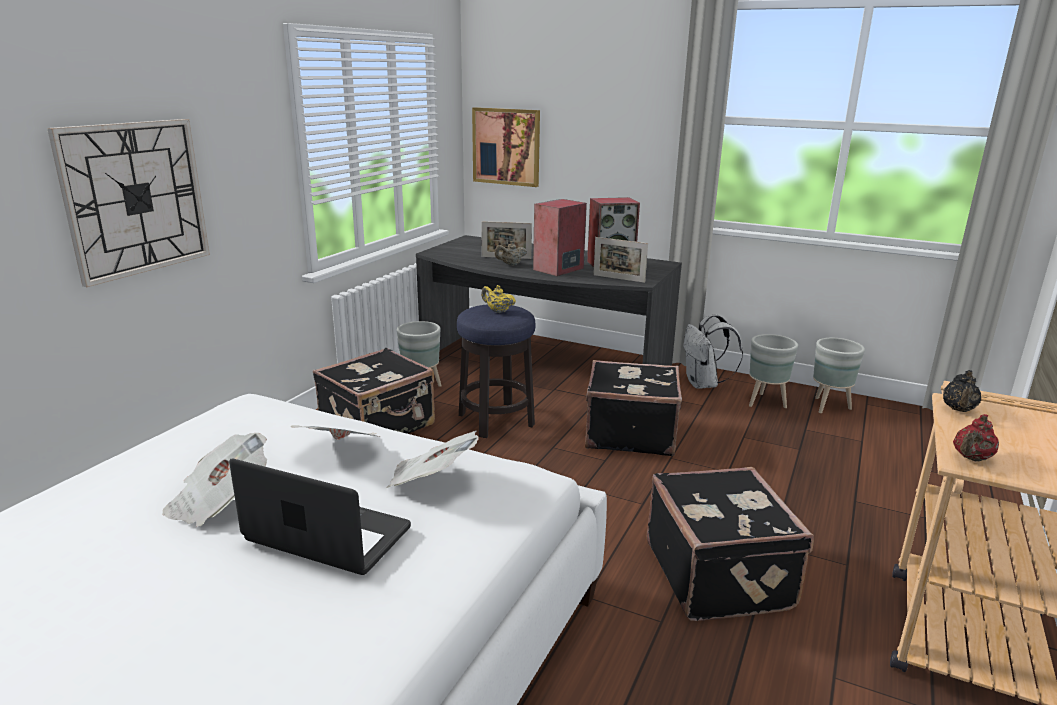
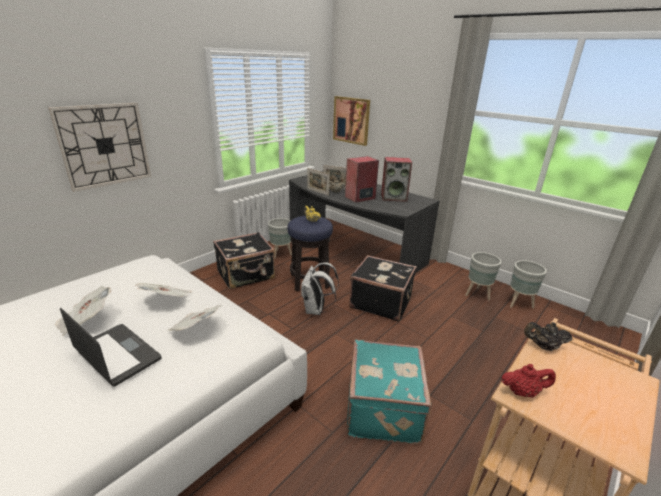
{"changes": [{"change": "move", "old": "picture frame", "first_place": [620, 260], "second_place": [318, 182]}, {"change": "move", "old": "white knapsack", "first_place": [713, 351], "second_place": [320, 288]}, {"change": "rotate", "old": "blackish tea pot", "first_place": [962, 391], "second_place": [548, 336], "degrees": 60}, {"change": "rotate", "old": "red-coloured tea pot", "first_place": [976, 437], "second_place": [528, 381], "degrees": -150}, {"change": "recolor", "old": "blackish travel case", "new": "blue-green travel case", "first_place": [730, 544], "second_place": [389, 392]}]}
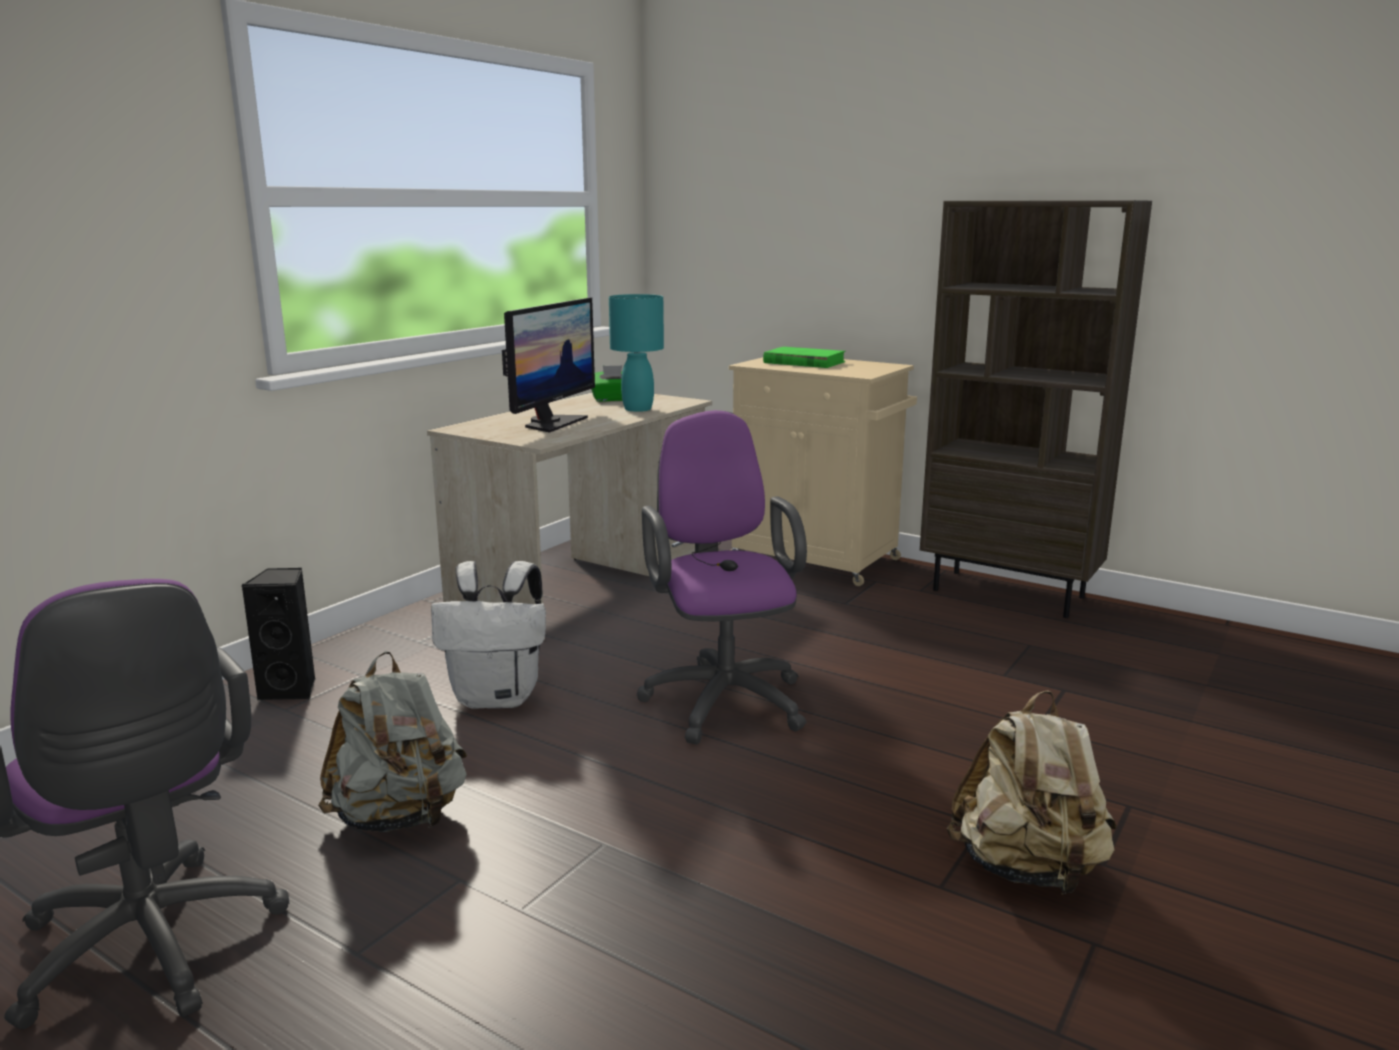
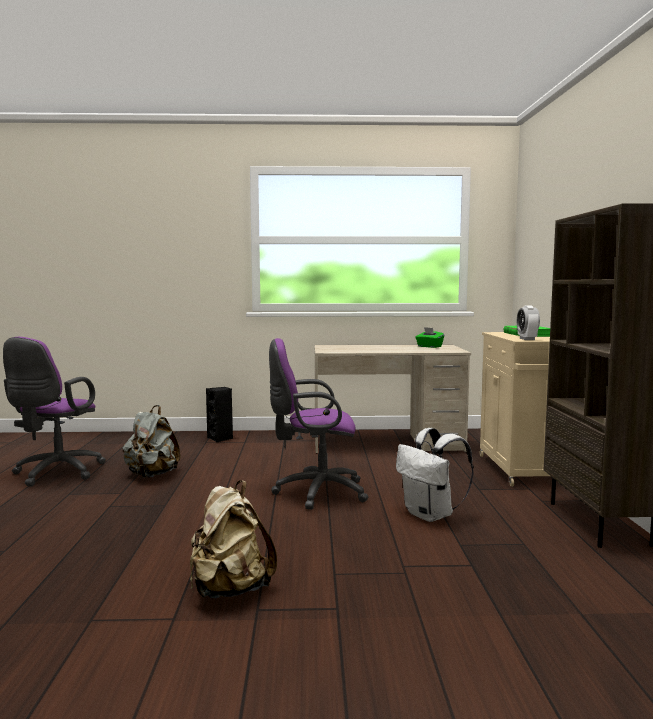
{"changes": [{"change": "delete", "old": "blue-green tabletop lamp", "first_place": [636, 353]}, {"change": "delete", "old": "computer screen", "first_place": [548, 365]}, {"change": "rotate", "old": "purple office chair", "first_place": [722, 577], "second_place": [318, 424], "degrees": -135}, {"change": "move", "old": "white knapsack", "first_place": [488, 634], "second_place": [435, 475]}, {"change": "insert", "new": "alarm clock", "second_place": [528, 322]}]}
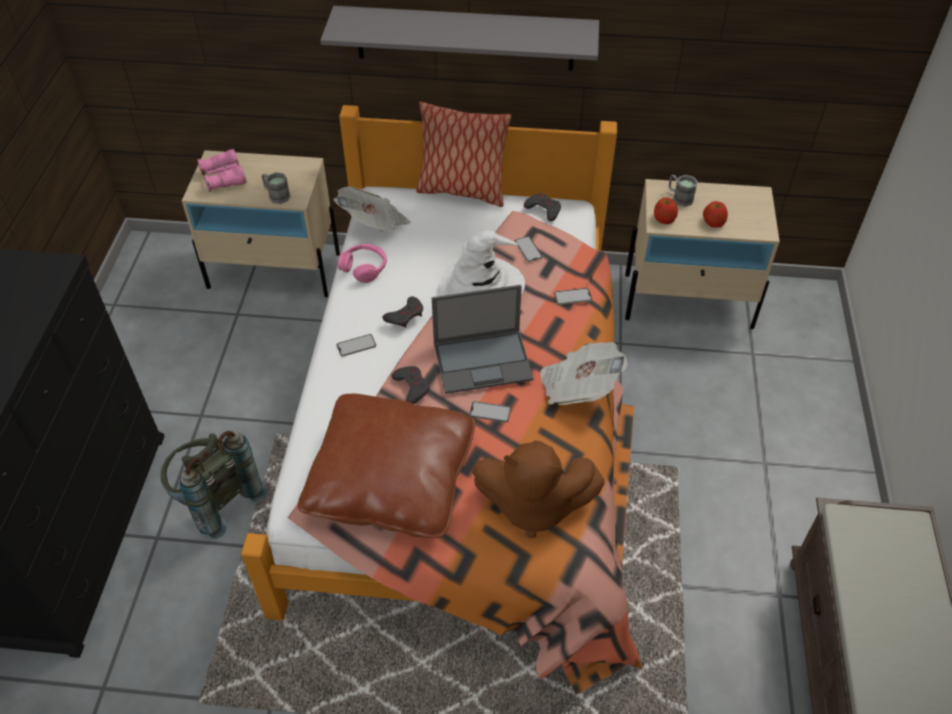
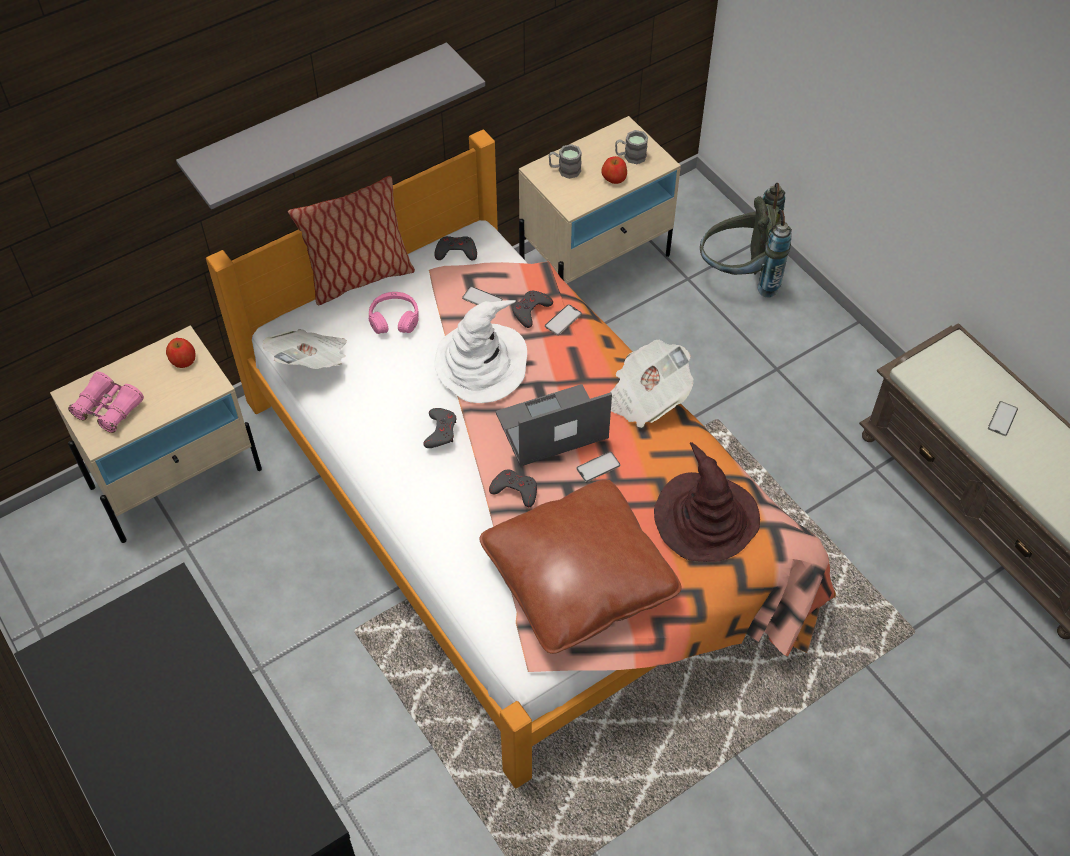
{"changes": [{"change": "move", "old": "gray mug", "first_place": [276, 188], "second_place": [631, 147]}, {"change": "move", "old": "apple fruit", "first_place": [666, 210], "second_place": [180, 353]}, {"change": "move", "old": "pink-coloured headset", "first_place": [362, 263], "second_place": [394, 313]}, {"change": "rotate", "old": "notebook computer", "first_place": [483, 339], "second_place": [553, 425], "degrees": -150}, {"change": "move", "old": "phone", "first_place": [356, 345], "second_place": [1003, 418]}, {"change": "move", "old": "gray knapsack", "first_place": [214, 485], "second_place": [746, 240]}, {"change": "replace", "old": "brown cuddly toy", "new": "brown clothing hat", "first_place": [538, 489], "second_place": [707, 502]}, {"change": "insert", "new": "gray joypad", "second_place": [532, 309]}]}
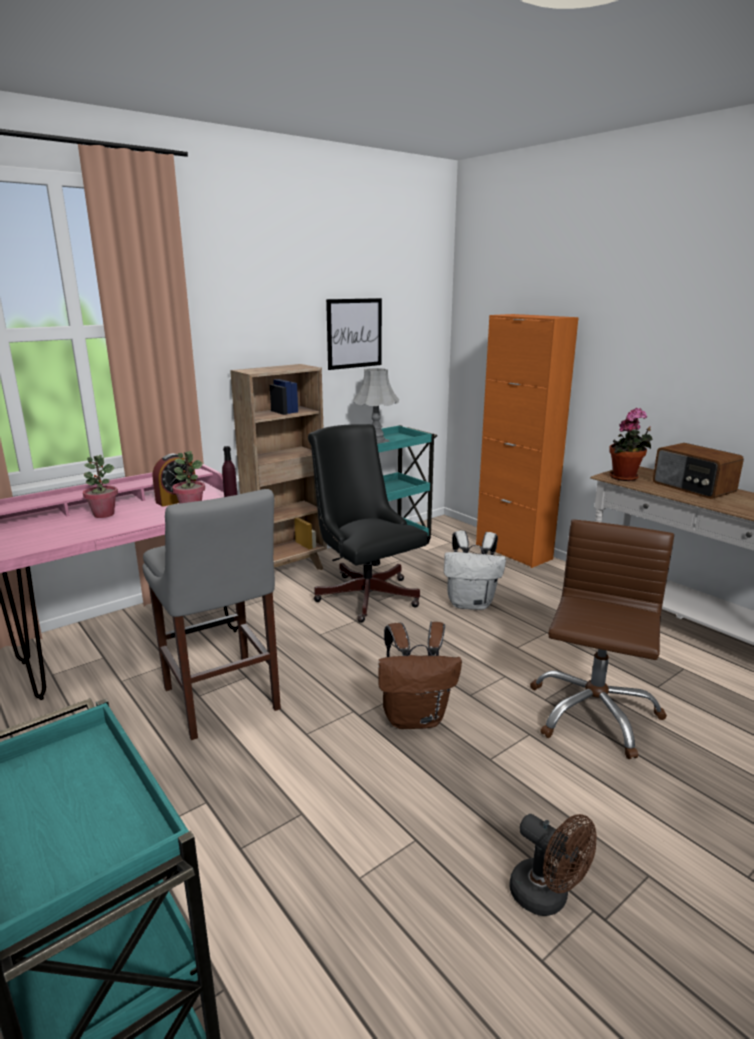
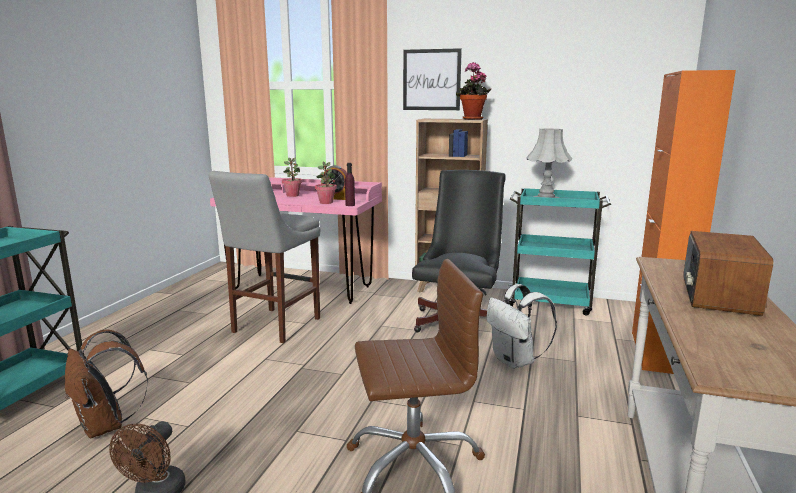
{"changes": [{"change": "move", "old": "wall art", "first_place": [354, 334], "second_place": [432, 79]}, {"change": "move", "old": "houseplant", "first_place": [631, 444], "second_place": [473, 91]}, {"change": "move", "old": "brown knapsack", "first_place": [420, 675], "second_place": [106, 384]}]}
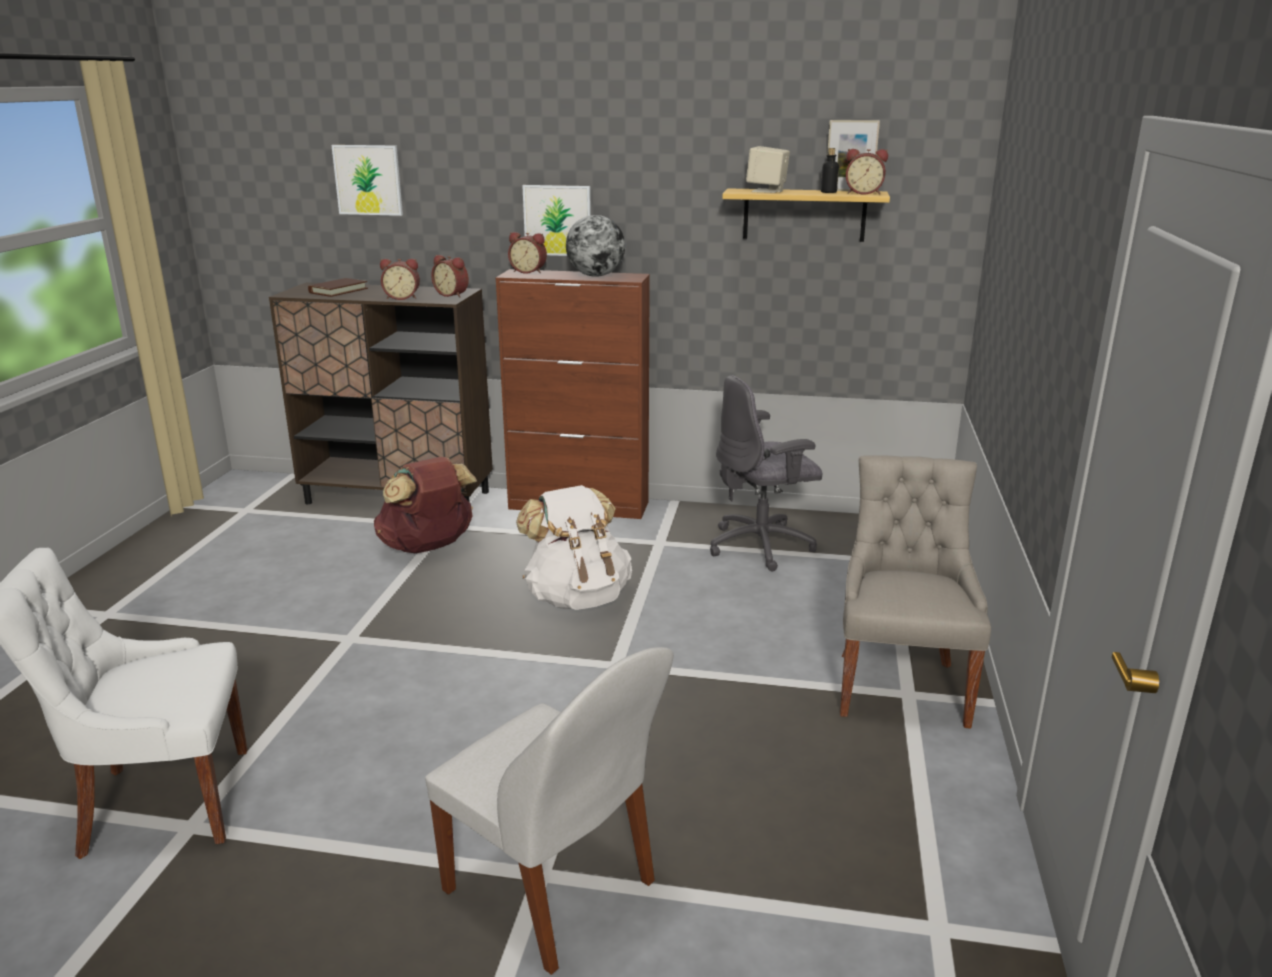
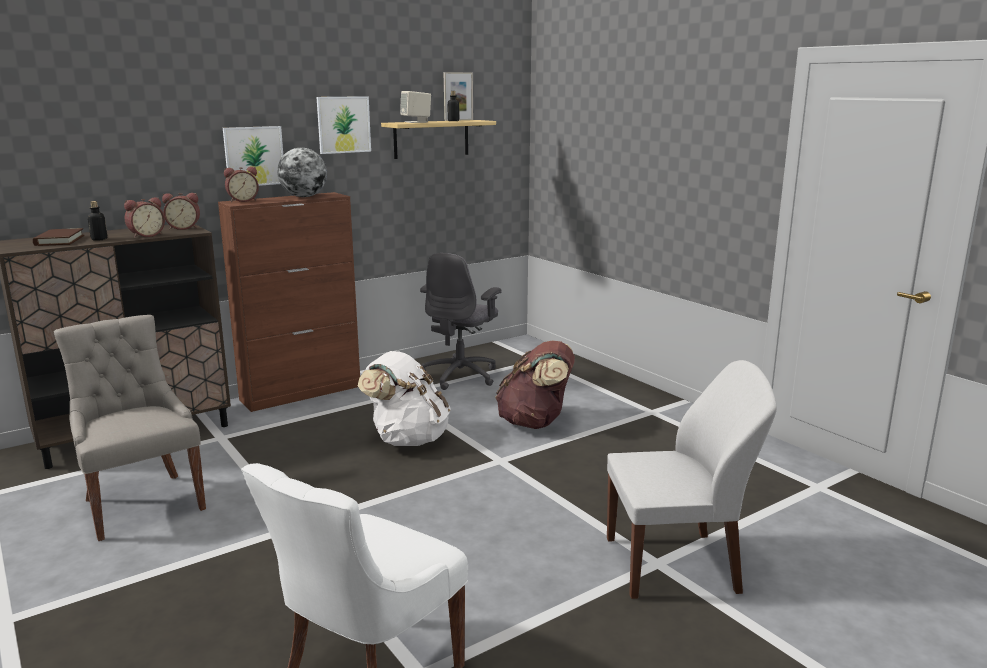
{"changes": [{"change": "move", "old": "wall art", "first_place": [367, 180], "second_place": [344, 125]}, {"change": "delete", "old": "alarm clock", "first_place": [867, 172]}, {"change": "move", "old": "gray plain chair", "first_place": [915, 591], "second_place": [129, 428]}, {"change": "move", "old": "brown knapsack", "first_place": [426, 505], "second_place": [535, 385]}, {"change": "insert", "new": "bottle", "second_place": [98, 221]}]}
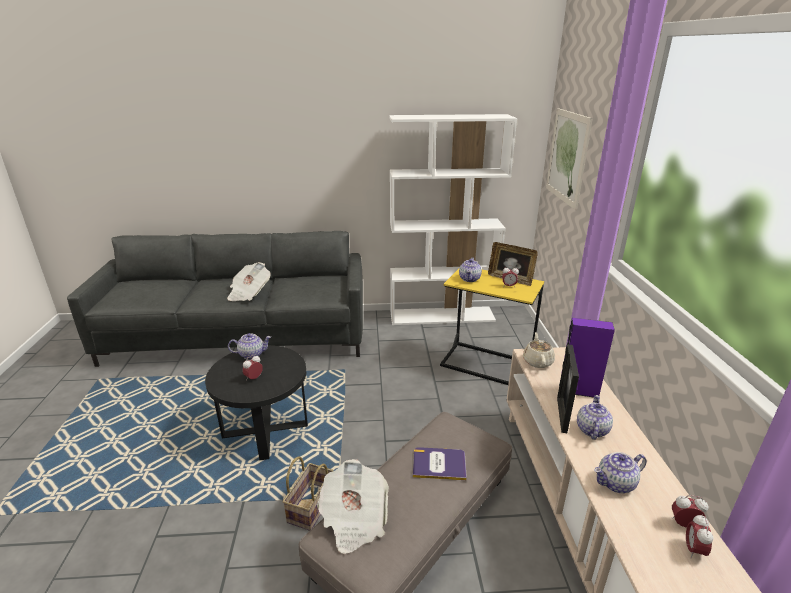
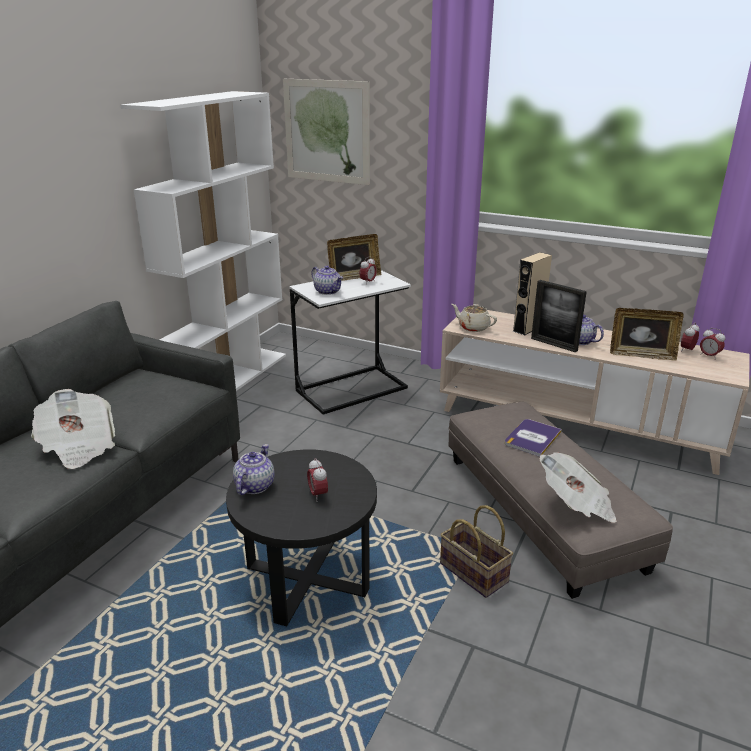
{"changes": [{"change": "recolor", "old": "yellow-coloured end table", "new": "white end table", "first_place": [492, 327], "second_place": [350, 342]}, {"change": "recolor", "old": "purple loudspeaker", "new": "beige loudspeaker", "first_place": [587, 358], "second_place": [532, 293]}, {"change": "replace", "old": "tea pot", "new": "picture frame", "first_place": [620, 472], "second_place": [647, 334]}]}
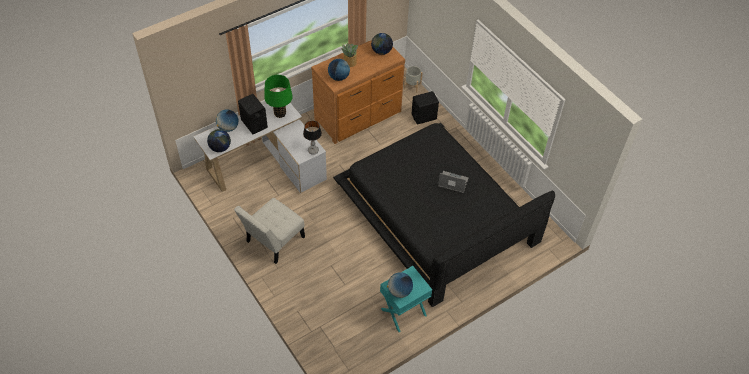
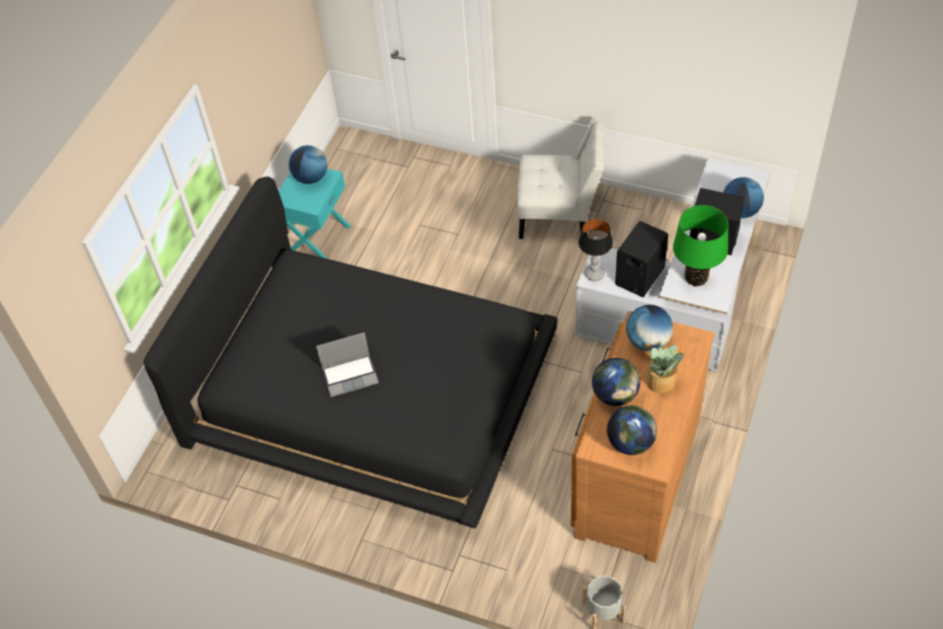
{"changes": [{"change": "move", "old": "blackish loudspeaker", "first_place": [425, 108], "second_place": [641, 259]}, {"change": "move", "old": "world globe", "first_place": [219, 140], "second_place": [616, 382]}, {"change": "rotate", "old": "white plain chair", "first_place": [269, 231], "second_place": [561, 178], "degrees": 90}]}
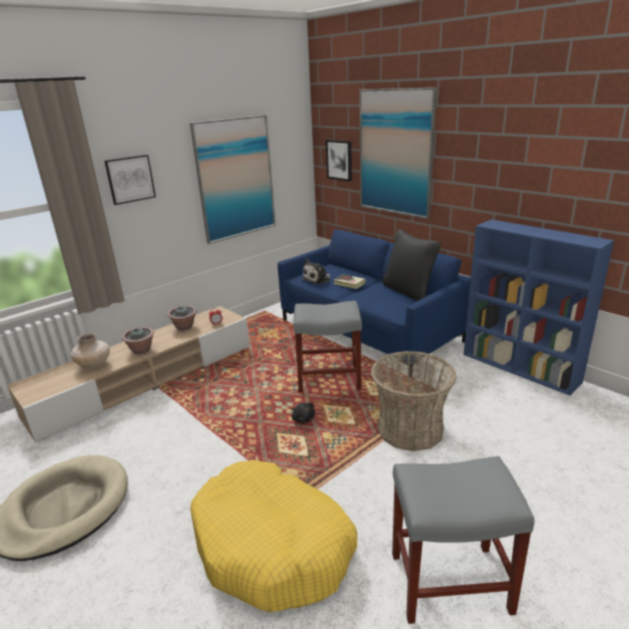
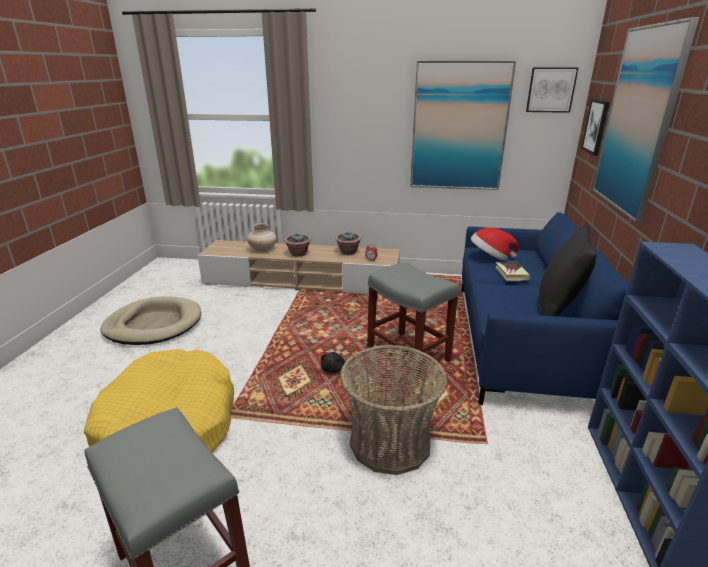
{"changes": [{"change": "move", "old": "wall art", "first_place": [130, 180], "second_place": [552, 90]}, {"change": "replace", "old": "cuddly toy", "new": "clothing hat", "first_place": [316, 271], "second_place": [495, 244]}]}
